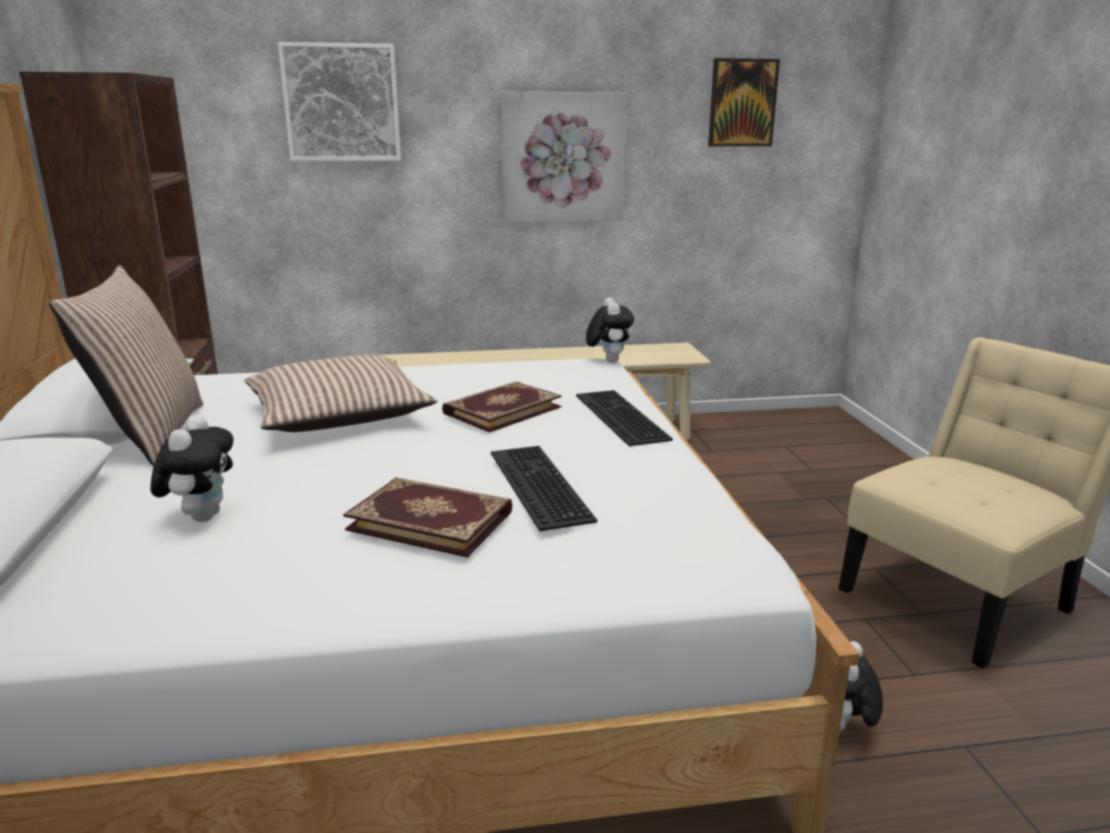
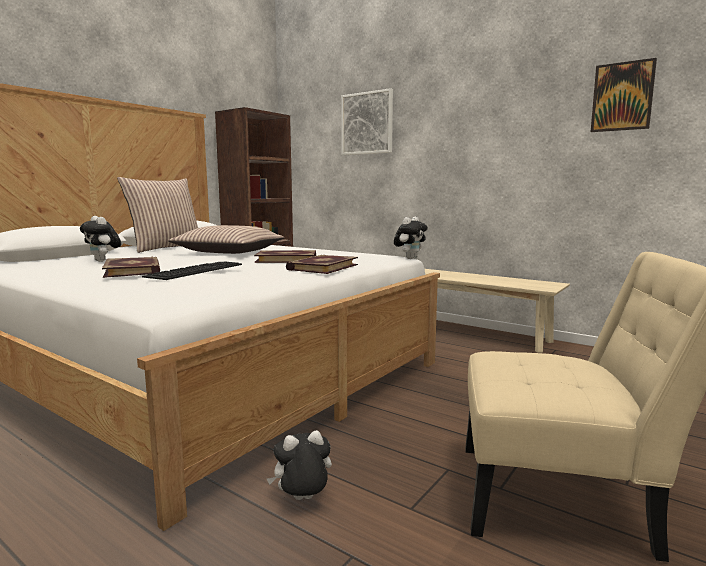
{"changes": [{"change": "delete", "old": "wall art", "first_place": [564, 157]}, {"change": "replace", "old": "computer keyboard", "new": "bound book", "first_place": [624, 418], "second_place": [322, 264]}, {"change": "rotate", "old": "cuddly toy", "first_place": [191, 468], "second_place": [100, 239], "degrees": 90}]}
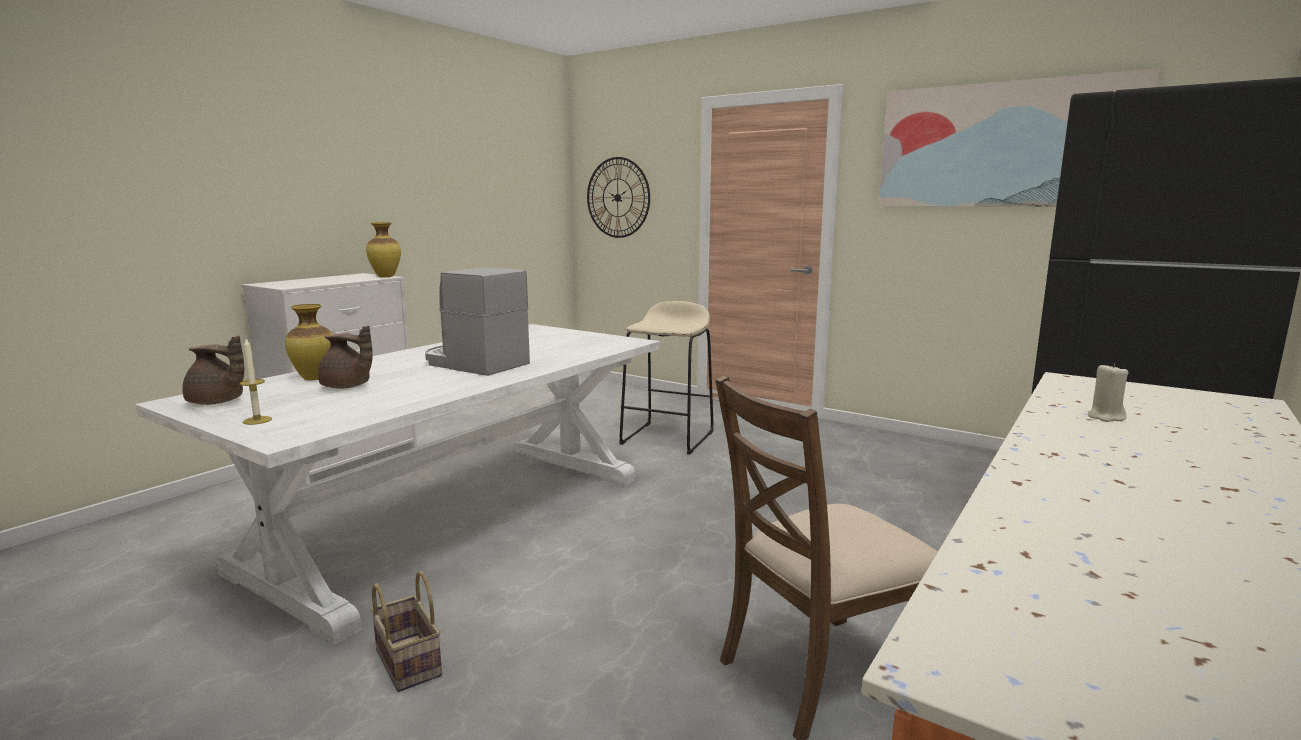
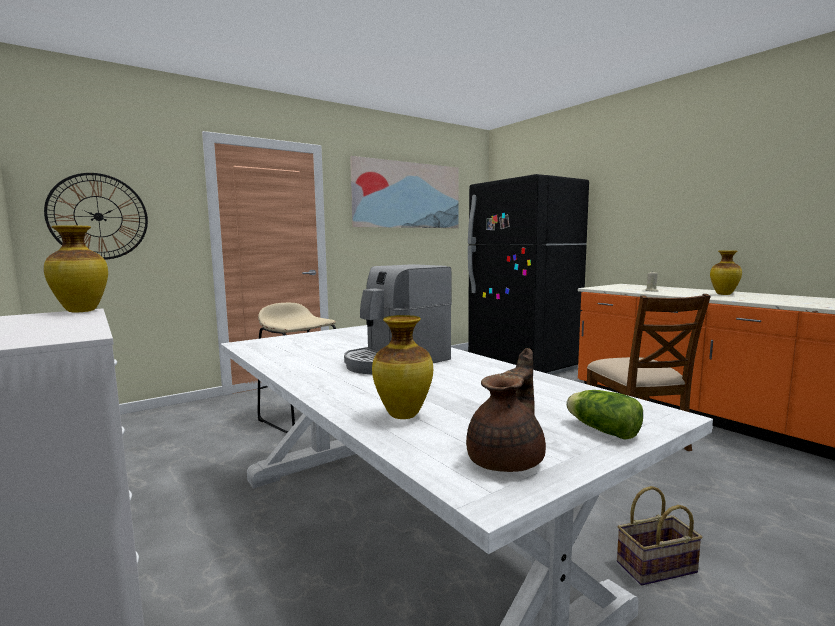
{"changes": [{"change": "delete", "old": "brown tea pot", "first_place": [345, 357]}, {"change": "replace", "old": "candle", "new": "lettuce head", "first_place": [255, 382], "second_place": [604, 415]}, {"change": "insert", "new": "vase", "second_place": [726, 273]}]}
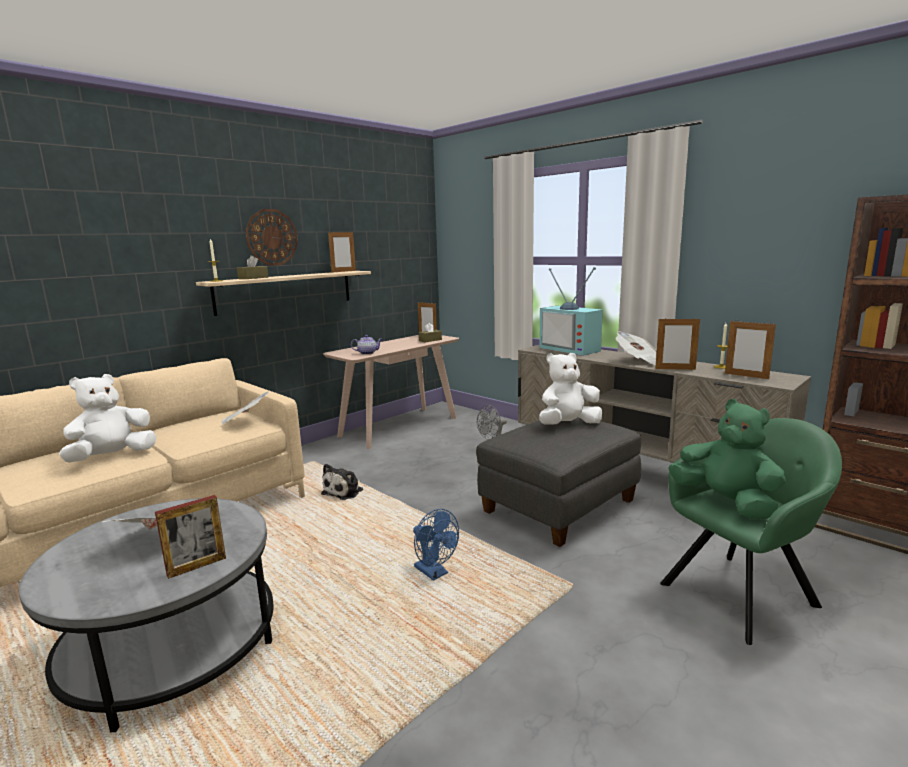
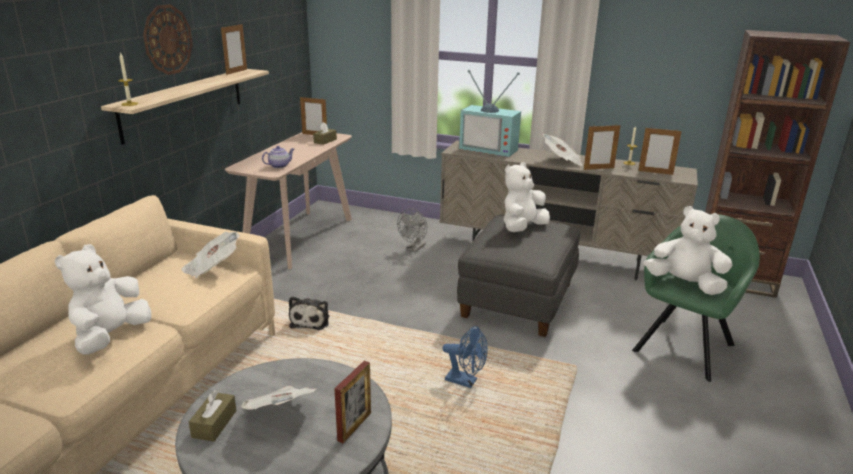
{"changes": [{"change": "move", "old": "brown tissue holder", "first_place": [252, 267], "second_place": [213, 415]}, {"change": "recolor", "old": "greenish cuddly toy", "new": "white cuddly toy", "first_place": [727, 459], "second_place": [687, 250]}]}
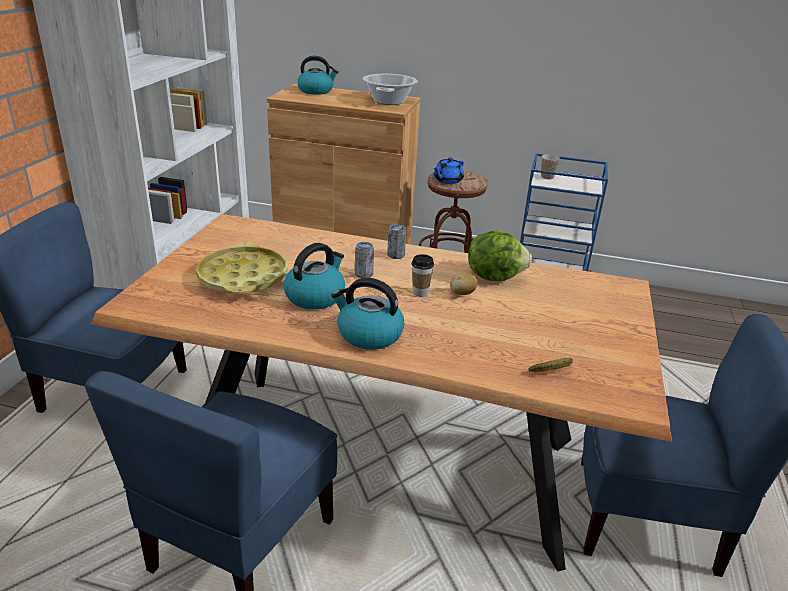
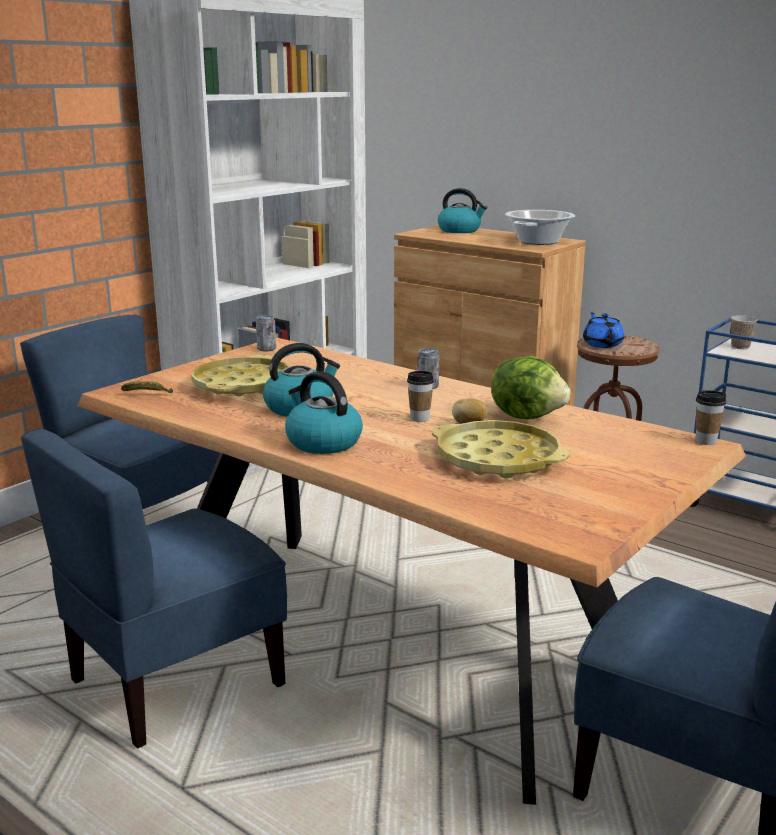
{"changes": [{"change": "rotate", "old": "blue-coloured tea pot", "first_place": [449, 170], "second_place": [603, 330], "degrees": 105}, {"change": "move", "old": "can", "first_place": [364, 260], "second_place": [266, 333]}, {"change": "move", "old": "whole banana", "first_place": [551, 365], "second_place": [147, 387]}, {"change": "insert", "new": "cup", "second_place": [711, 417]}, {"change": "insert", "new": "yellow-coloured tray", "second_place": [501, 449]}]}
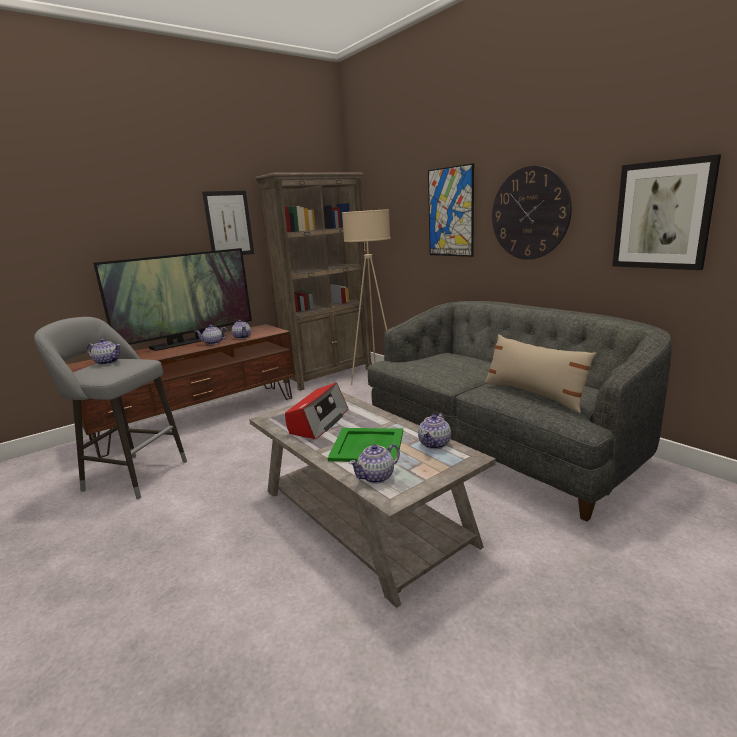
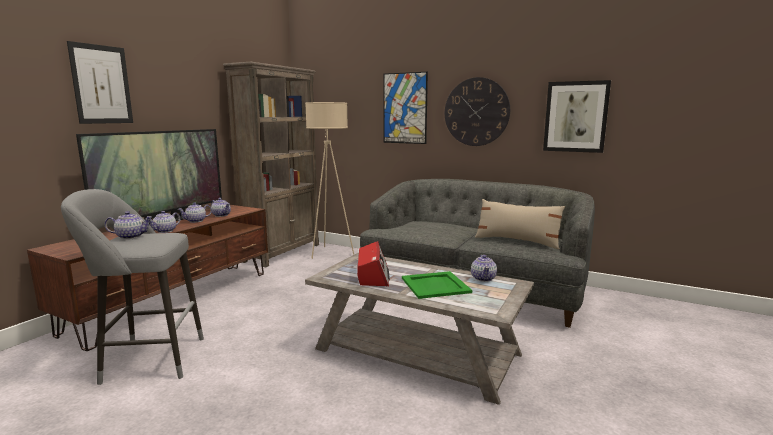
{"changes": [{"change": "move", "old": "wall art", "first_place": [228, 222], "second_place": [100, 82]}, {"change": "move", "old": "tea pot", "first_place": [374, 464], "second_place": [164, 222]}]}
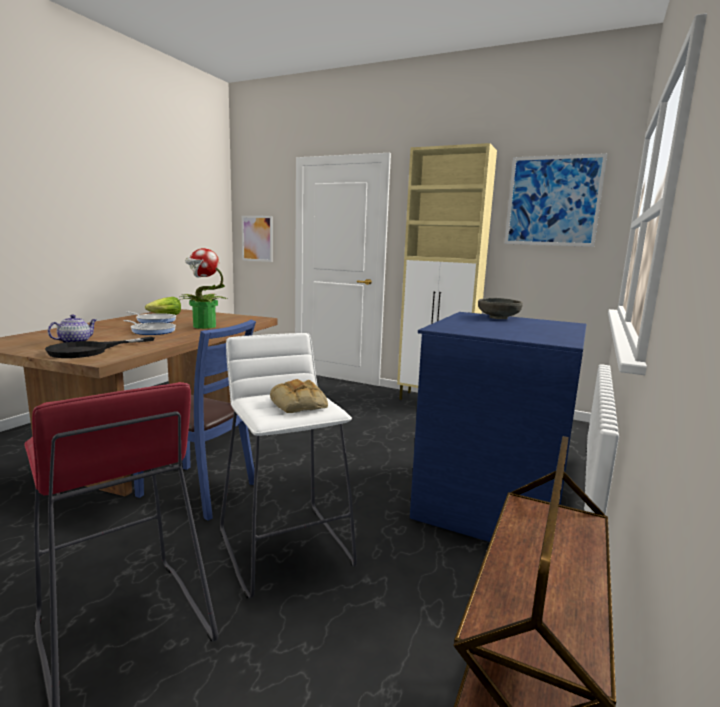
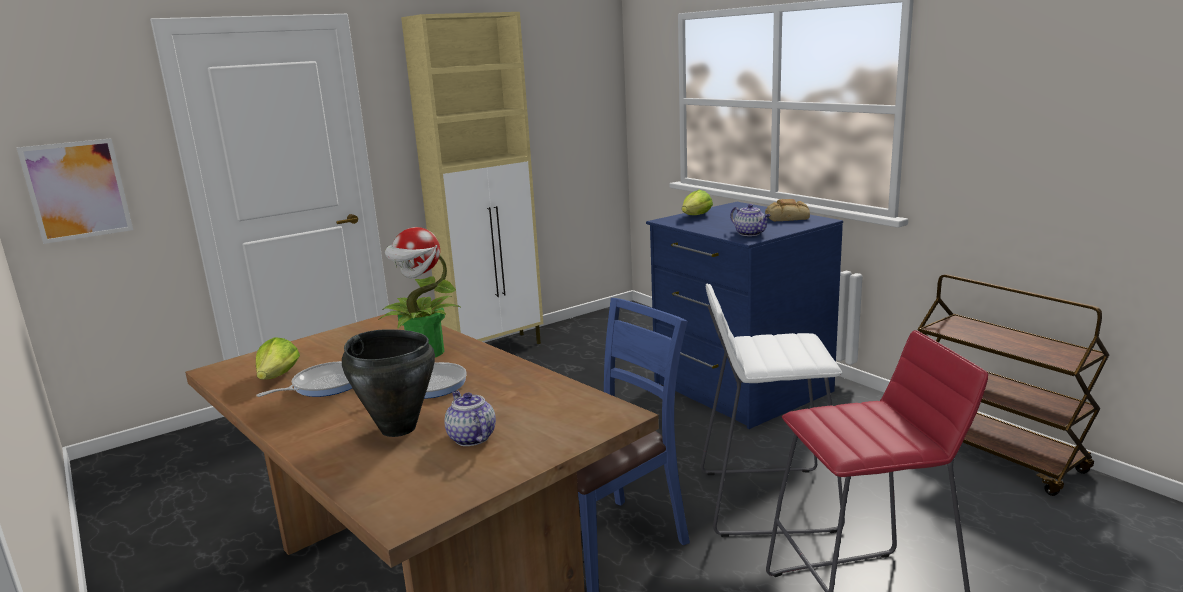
{"changes": [{"change": "delete", "old": "wall art", "first_place": [556, 200]}, {"change": "replace", "old": "gray serving bowl", "new": "lettuce head", "first_place": [500, 308], "second_place": [697, 202]}, {"change": "delete", "old": "blackish pan", "first_place": [99, 347]}, {"change": "move", "old": "bread", "first_place": [299, 396], "second_place": [787, 210]}, {"change": "insert", "new": "tea pot", "second_place": [750, 220]}, {"change": "insert", "new": "blackish saucepot", "second_place": [388, 383]}]}
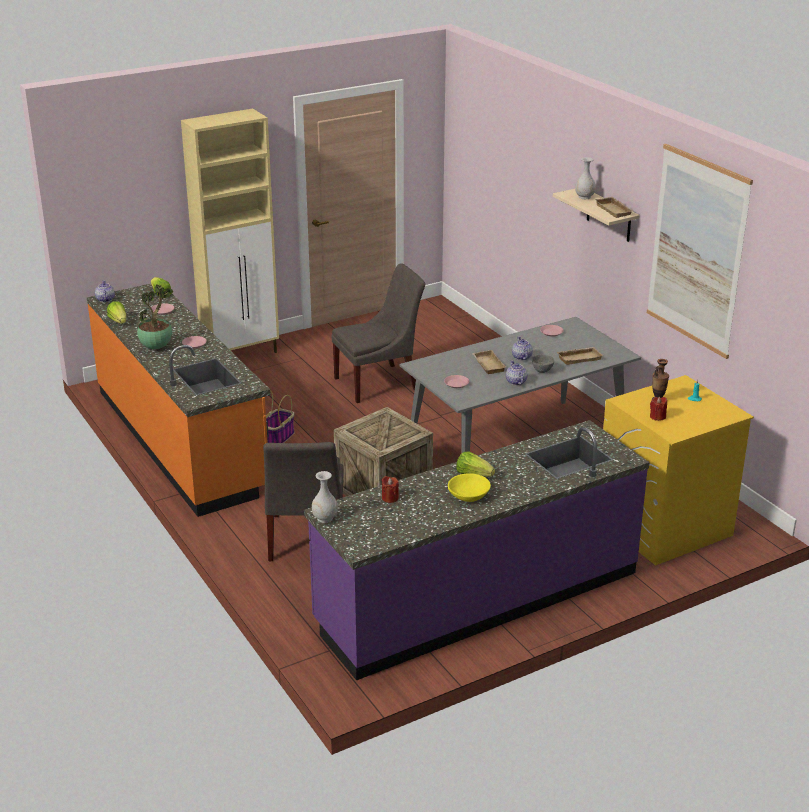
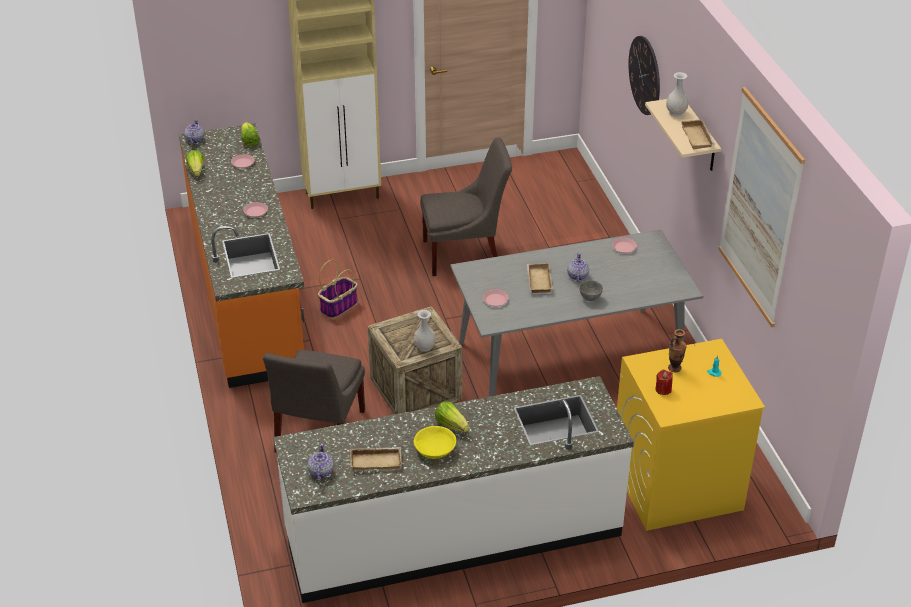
{"changes": [{"change": "delete", "old": "houseplant", "first_place": [155, 316]}, {"change": "move", "old": "beige tray", "first_place": [580, 356], "second_place": [376, 458]}, {"change": "move", "old": "tea pot", "first_place": [516, 372], "second_place": [320, 462]}, {"change": "recolor", "old": "purple kitchen counter", "new": "white kitchen counter", "first_place": [476, 550], "second_place": [453, 489]}, {"change": "move", "old": "white vase", "first_place": [325, 497], "second_place": [425, 331]}, {"change": "delete", "old": "red-coloured candle", "first_place": [390, 489]}, {"change": "insert", "new": "clock on the wall", "second_place": [644, 75]}]}
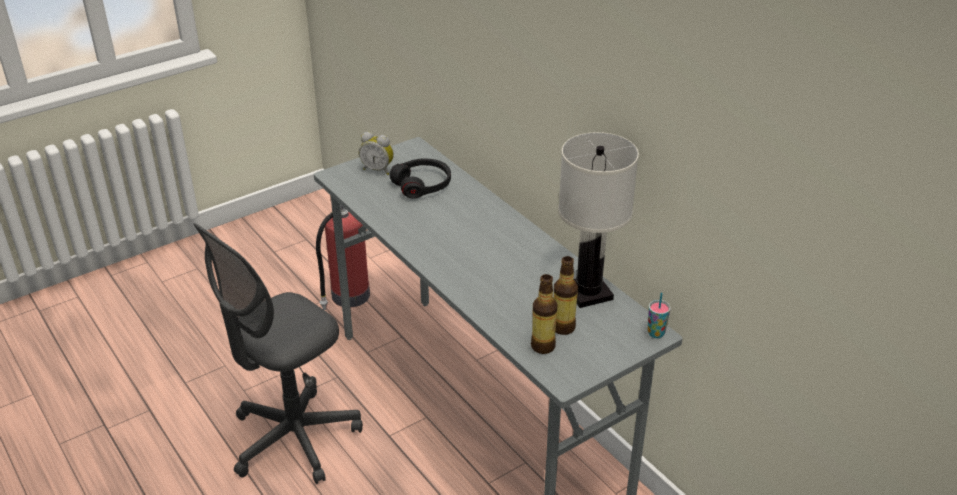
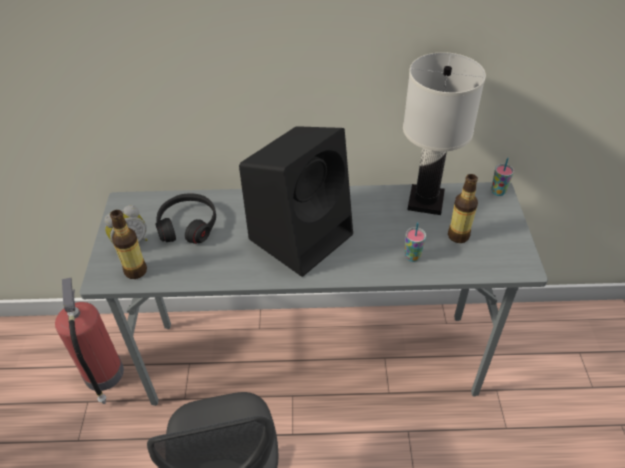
{"changes": [{"change": "move", "old": "bottle", "first_place": [544, 314], "second_place": [128, 244]}, {"change": "insert", "new": "blackish loudspeaker", "second_place": [296, 201]}, {"change": "insert", "new": "cup", "second_place": [415, 242]}]}
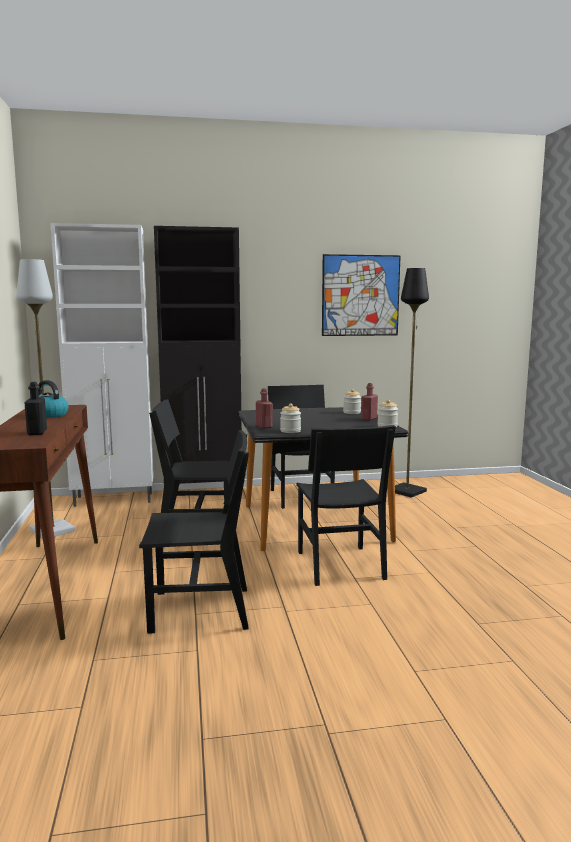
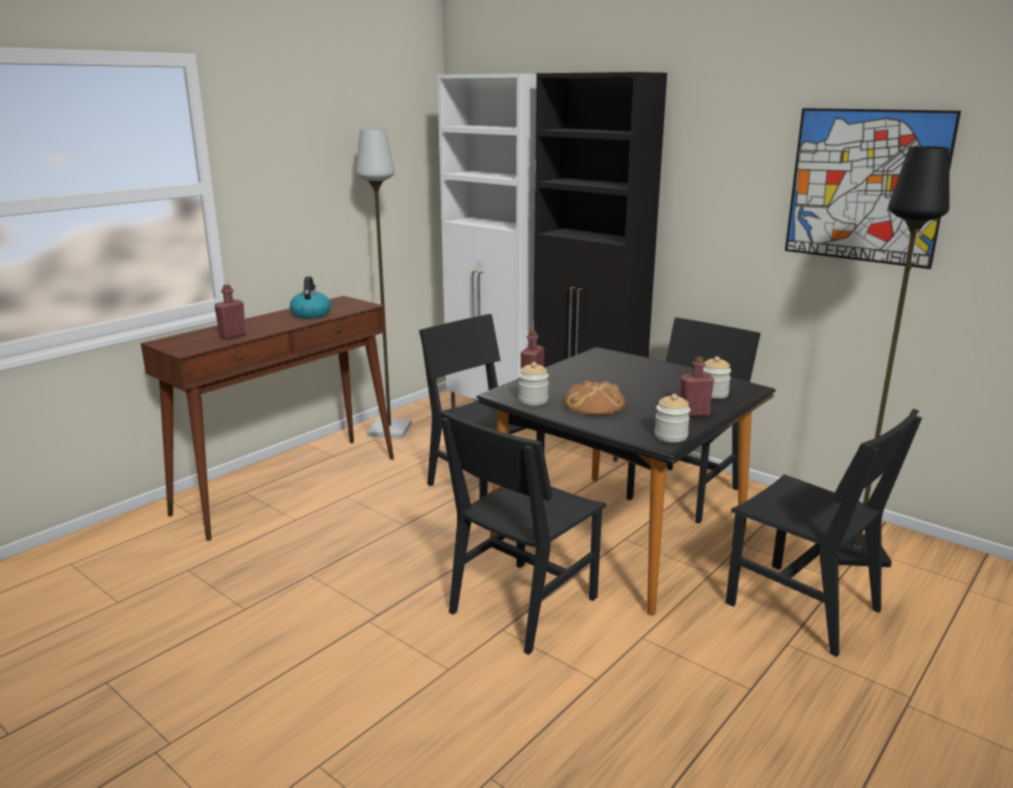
{"changes": [{"change": "recolor", "old": "blackish bottle", "new": "red-coloured bottle", "first_place": [36, 408], "second_place": [230, 312]}, {"change": "move", "old": "blackish plain chair", "first_place": [194, 532], "second_place": [824, 533]}, {"change": "insert", "new": "bread", "second_place": [594, 398]}]}
